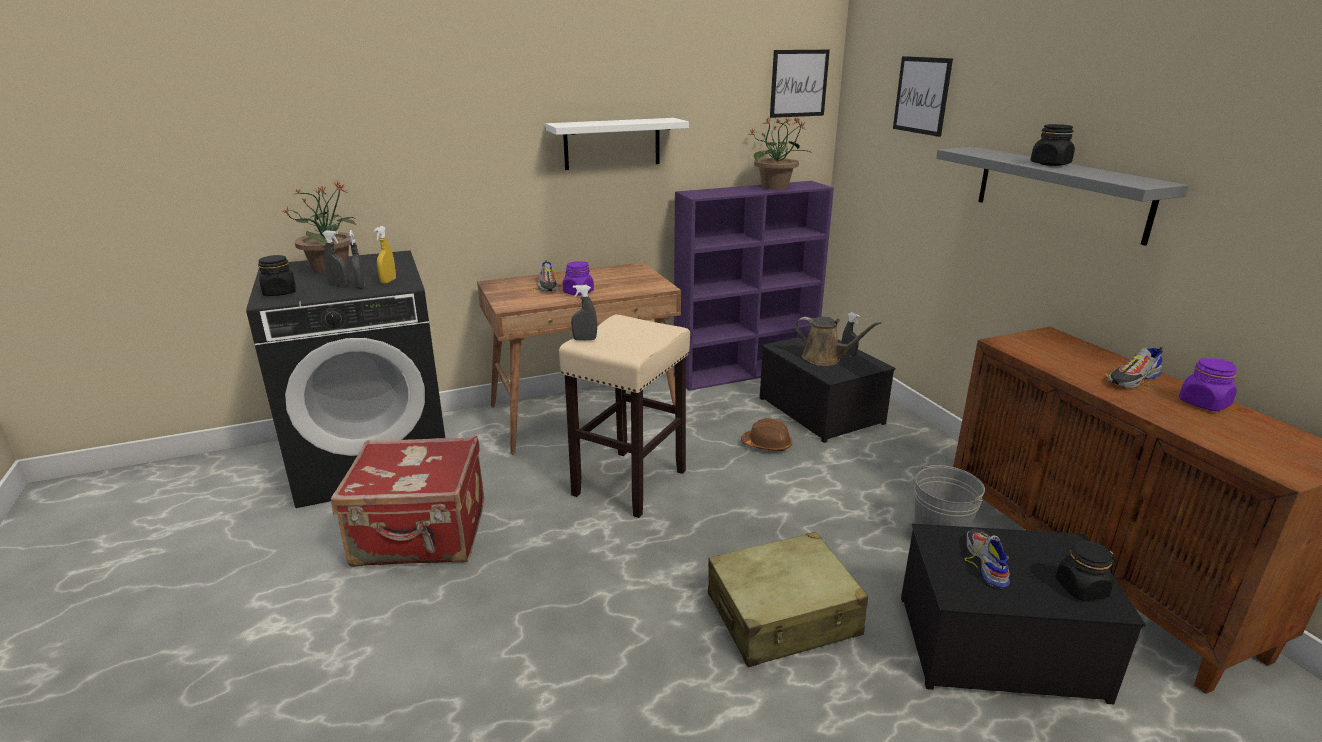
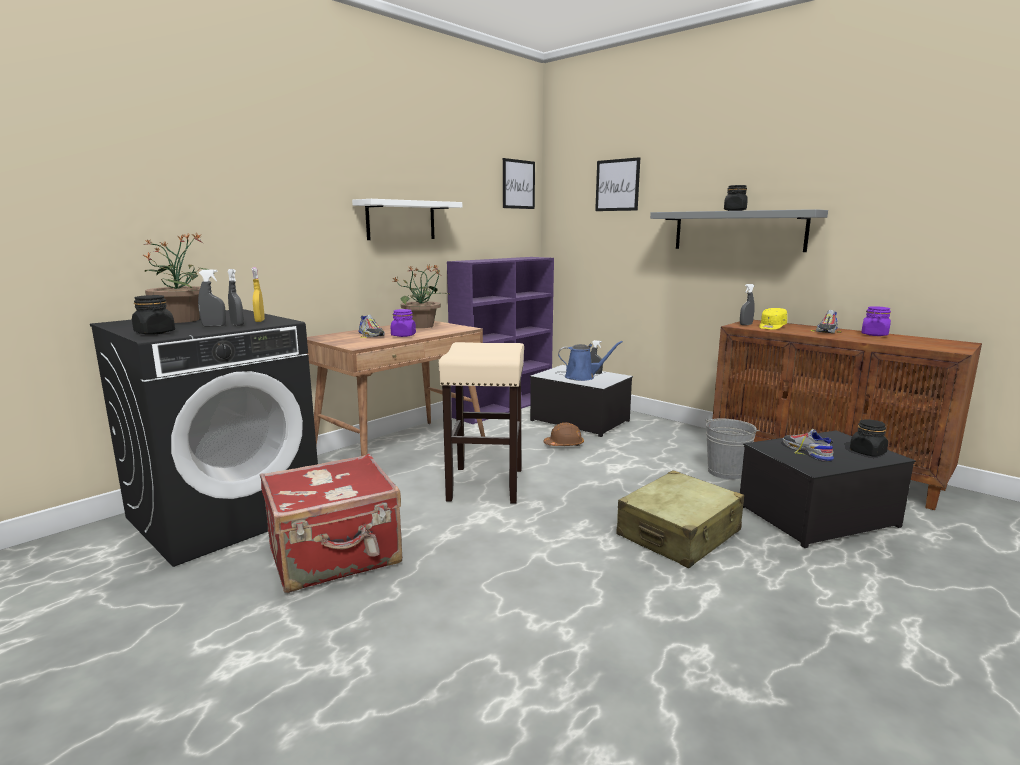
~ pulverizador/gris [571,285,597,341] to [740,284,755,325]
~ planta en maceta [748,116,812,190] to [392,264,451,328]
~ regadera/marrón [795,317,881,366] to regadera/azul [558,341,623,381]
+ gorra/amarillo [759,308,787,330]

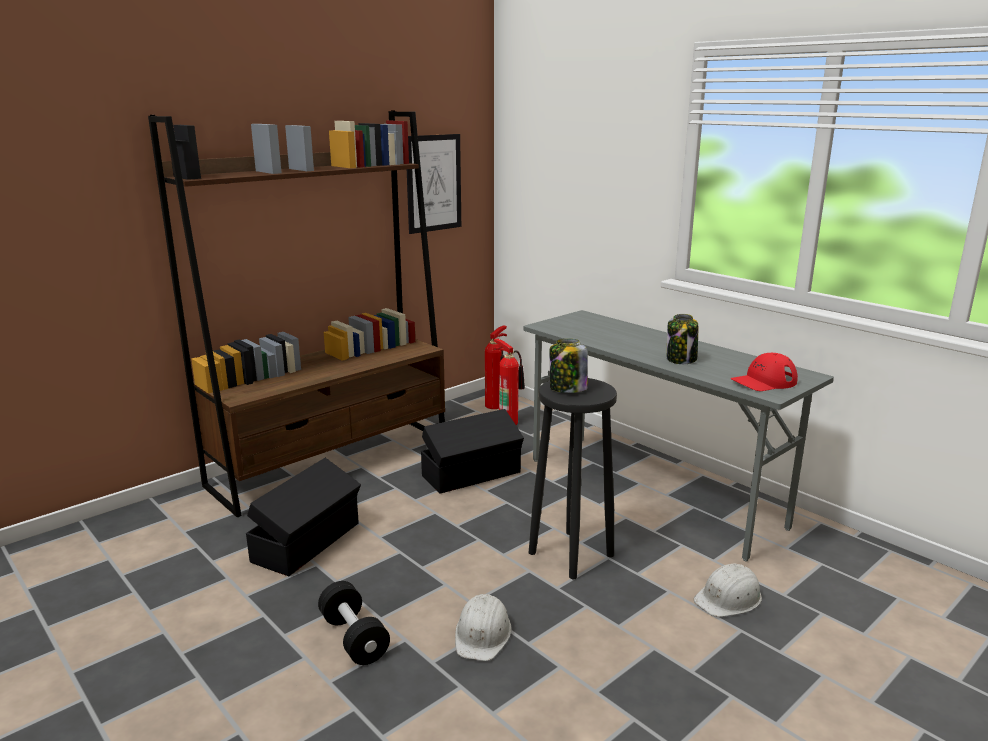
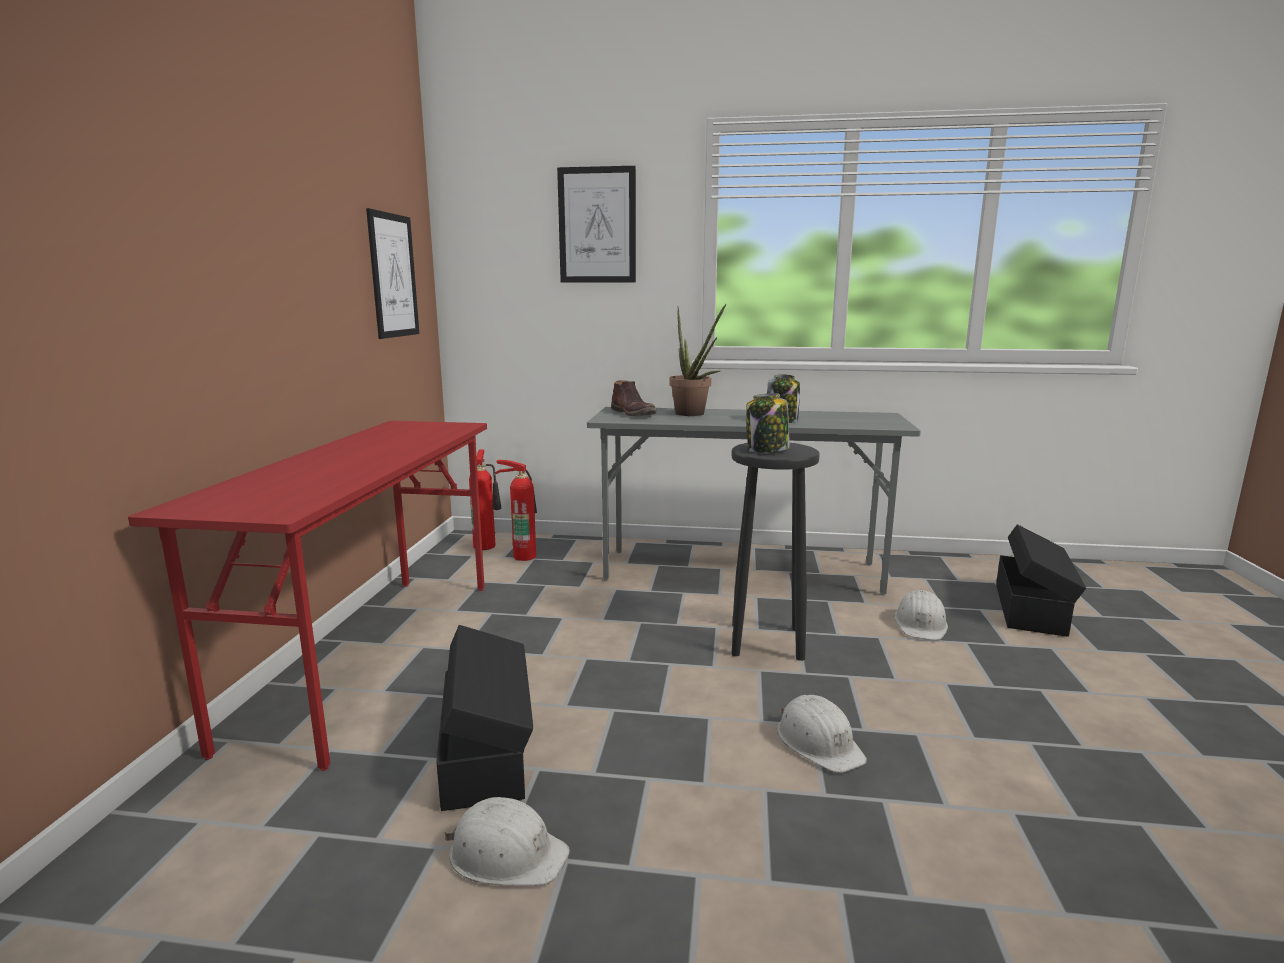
~ estantería/marrón [148,111,445,518] to escritorio/rojo [128,421,487,771]
- mancuerna/negro [318,581,390,665]
~ caja de almacenaje/negro [421,409,524,494] to [996,524,1086,637]
- gorra/rojo [730,353,798,391]
+ casco/blanco [444,797,570,886]
+ cuadro [557,166,636,283]
+ bota/marrón [611,380,656,416]
+ planta en maceta [670,304,726,416]

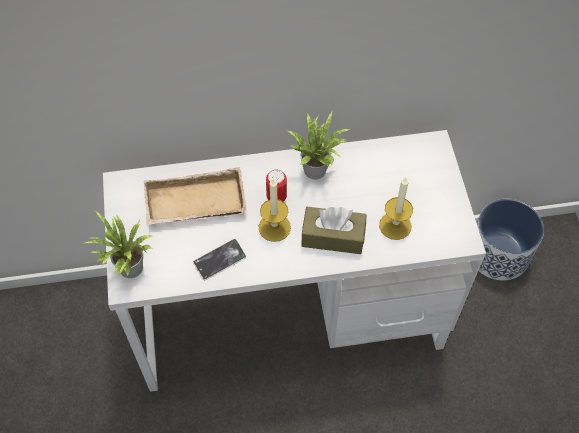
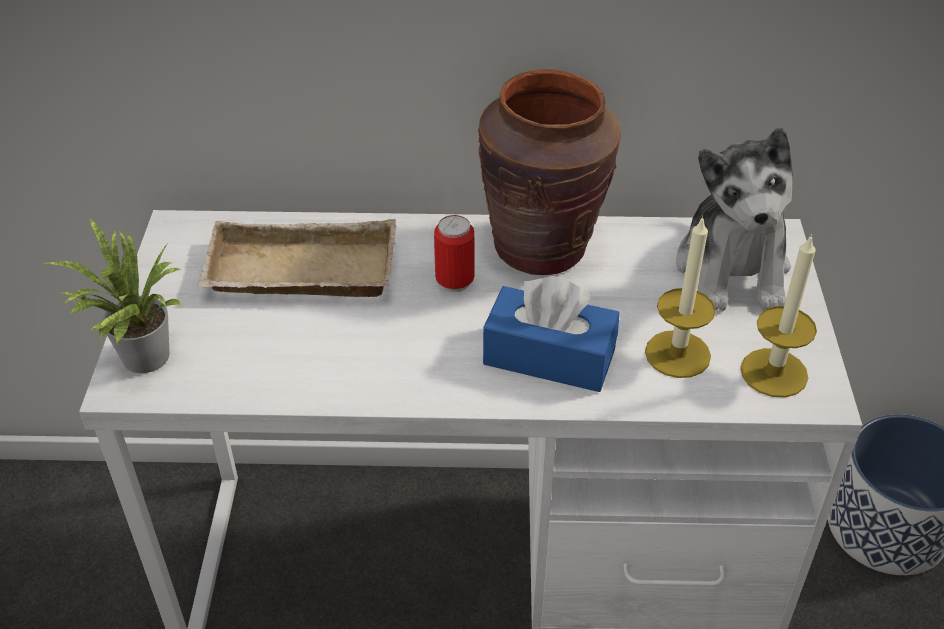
- móvil [193,238,246,280]
~ vela [258,179,291,242] to [741,234,817,397]
~ planta en maceta [287,112,350,180] to florero/marrón [478,69,621,275]
~ caja de pañuelos/marrón [301,207,367,254] to caja de pañuelos/azul [483,276,620,392]
+ peluche [676,128,793,311]

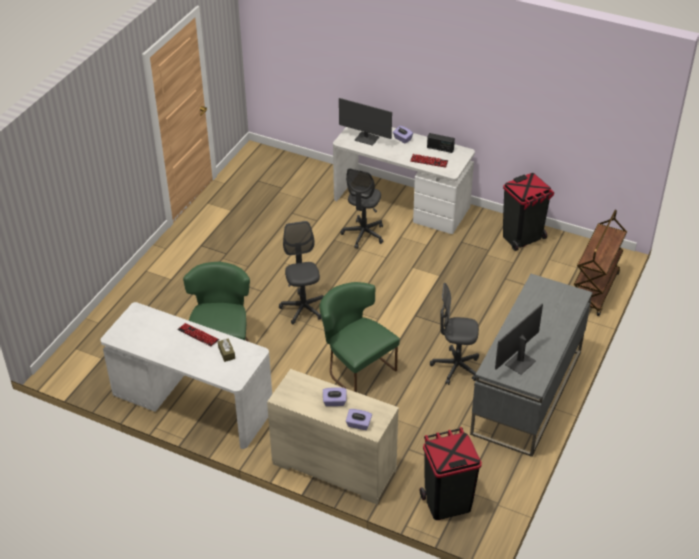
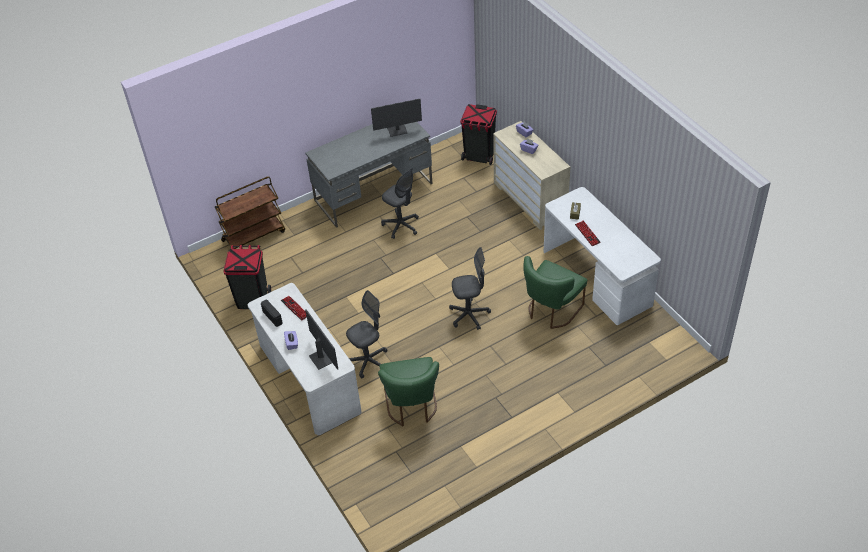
~ silla de oficina/gris [279,221,324,324] = [449,247,491,330] 120 degrees counterclockwise
~ silla/verde [319,282,400,392] to [378,357,439,426]

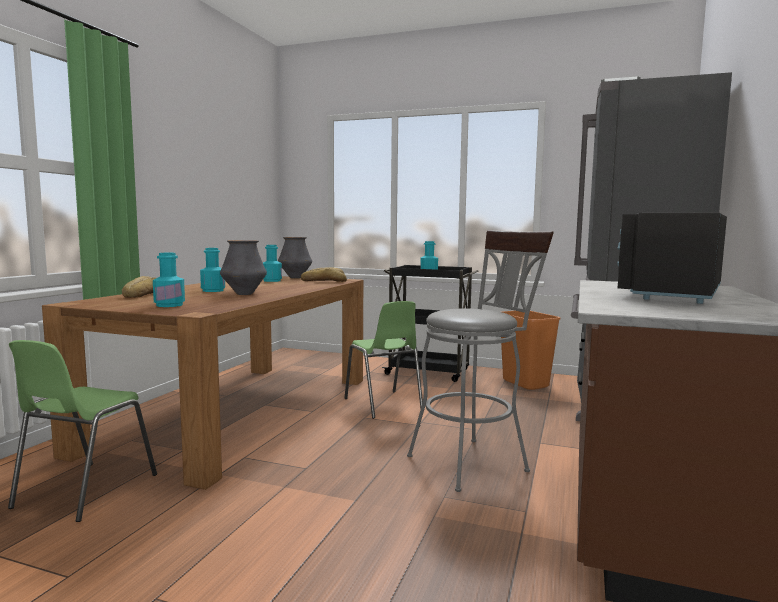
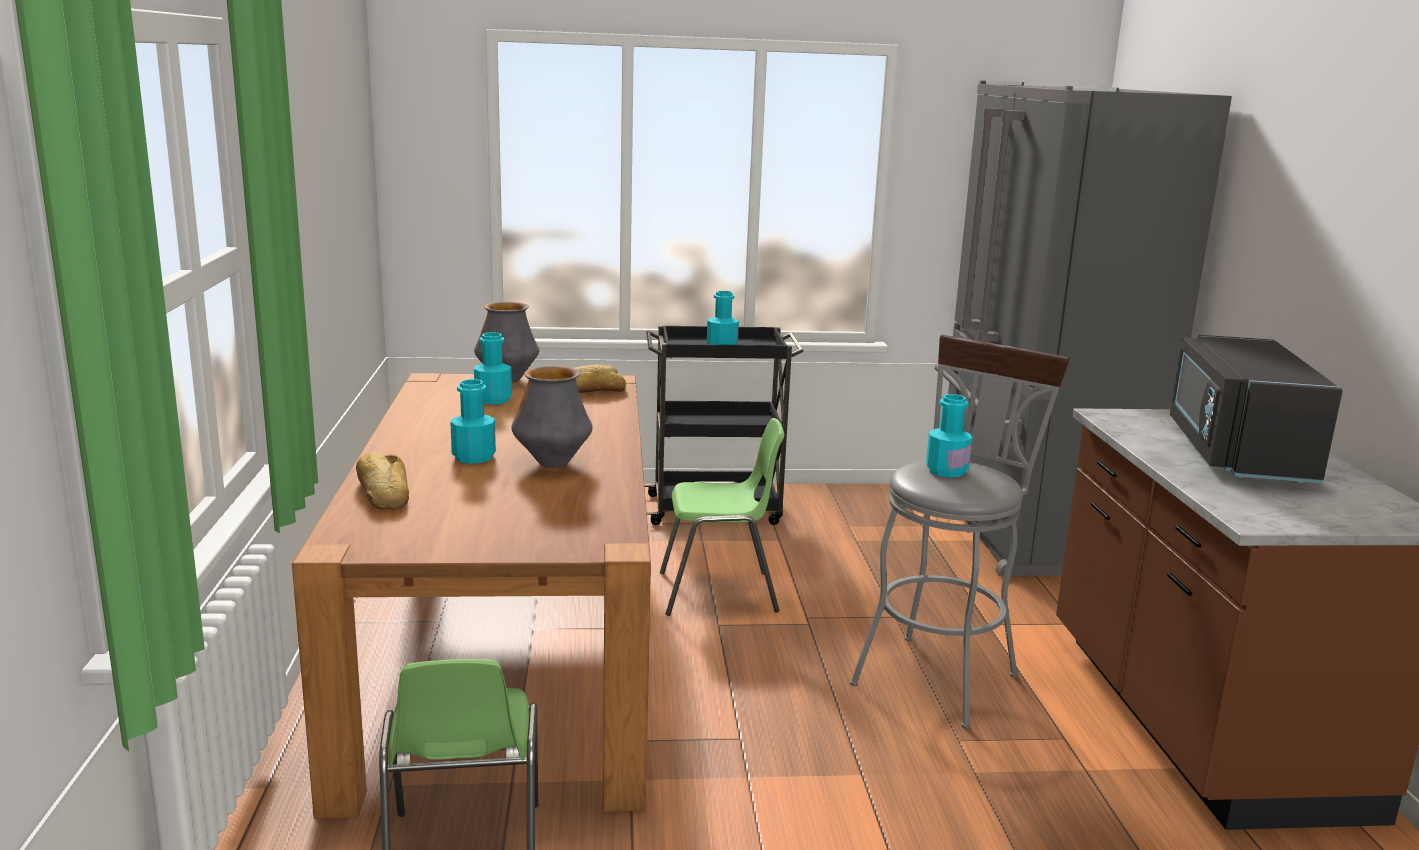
~ botella/turquesa [153,253,185,307] to [926,394,972,478]
~ silla/verde [344,301,423,419] = [660,418,784,616] 45 degrees counterclockwise
- papelera/naranja [501,311,560,390]

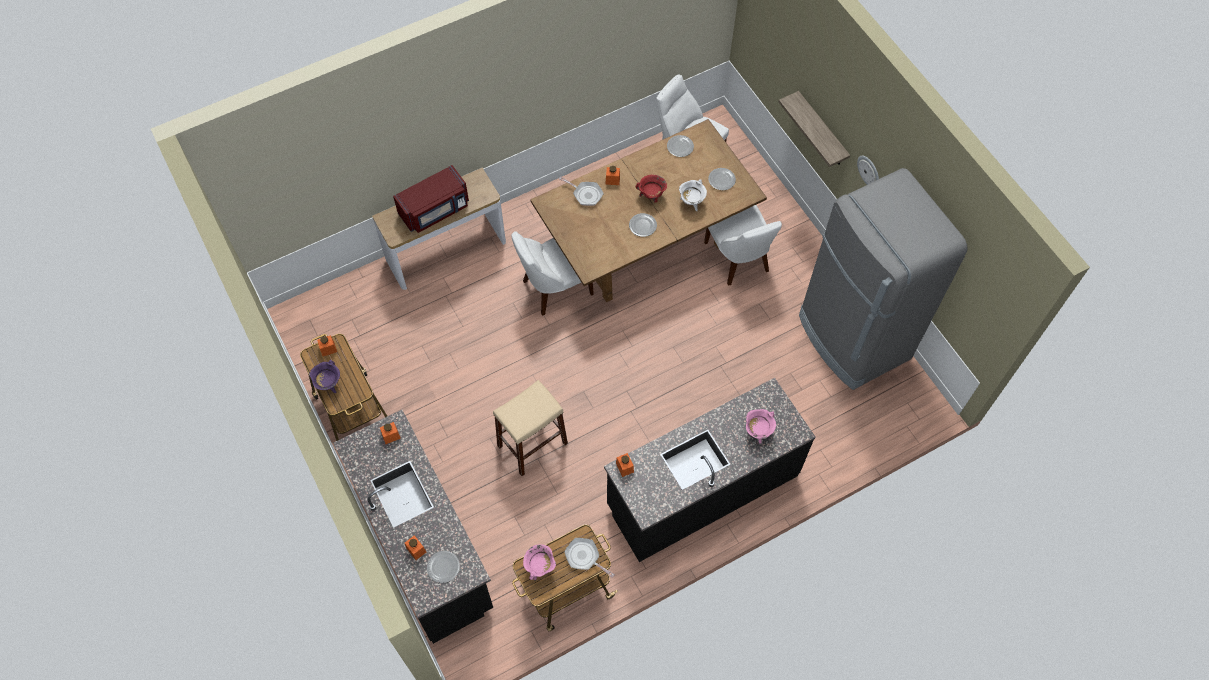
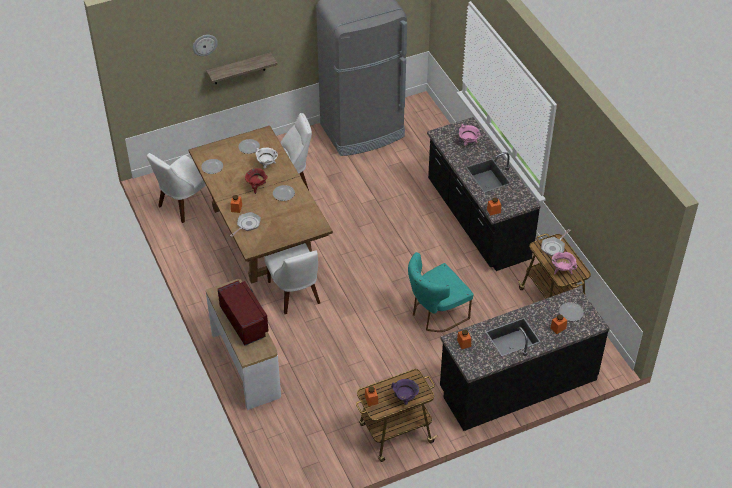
~ taburete/beis [493,380,568,476] to silla/turquesa [408,252,473,332]
~ reloj de pared [857,156,879,185] to [193,35,218,56]

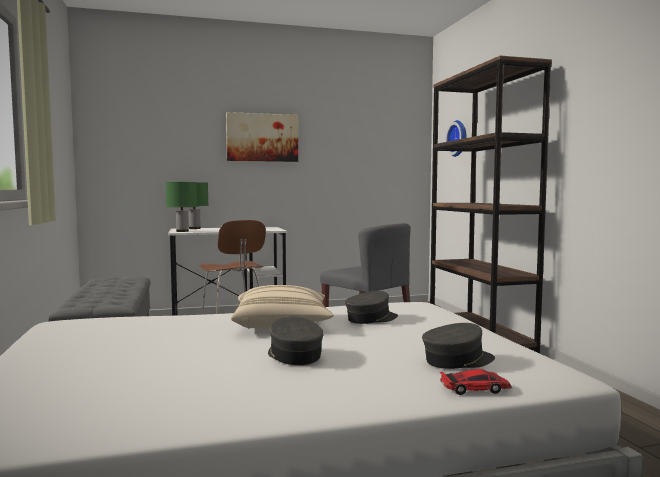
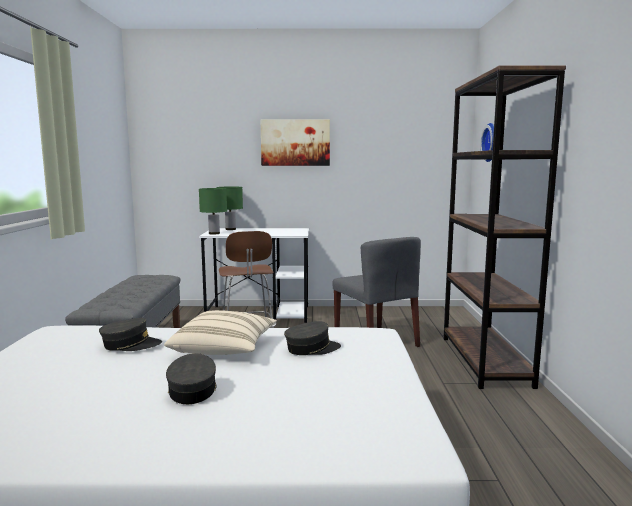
~ gorra/gris [422,323,495,369] to [99,318,162,351]
- coche de juguete [440,369,512,395]

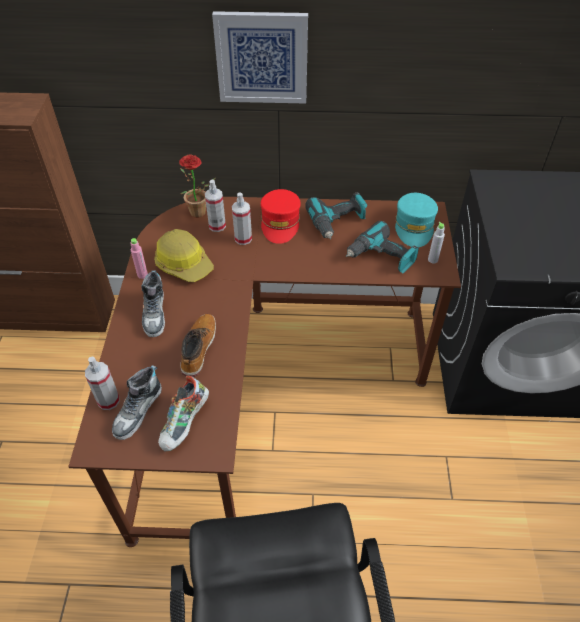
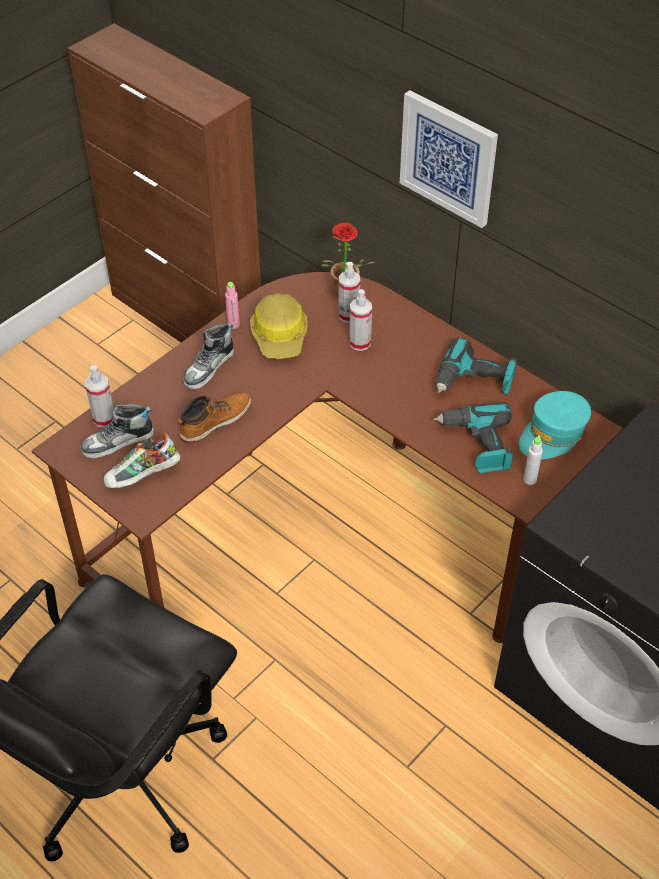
- gorra/rojo [261,189,301,244]

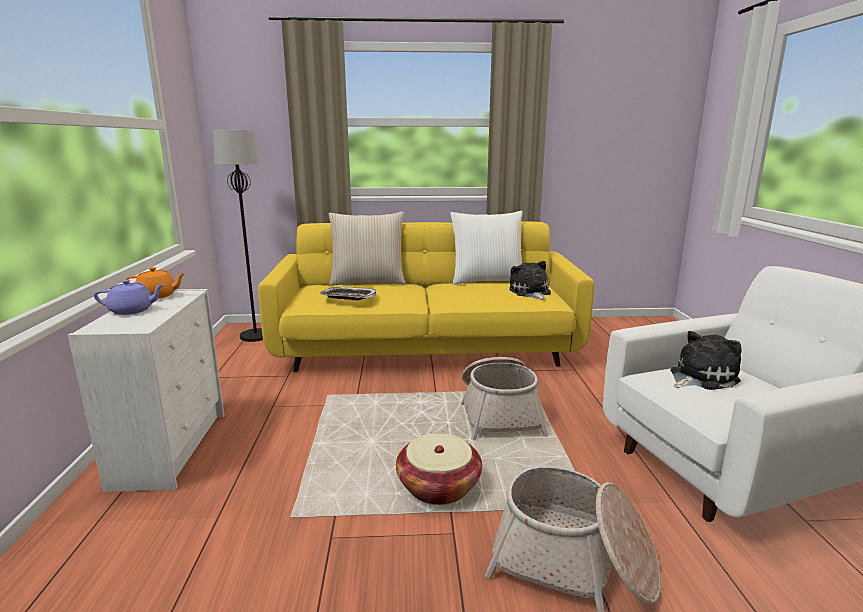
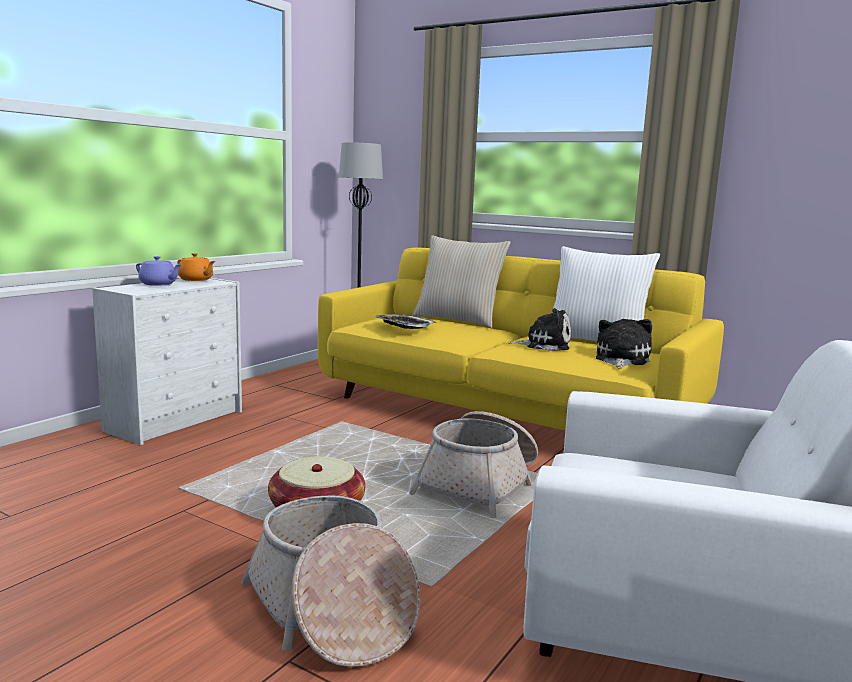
~ peluche [670,331,742,390] to [508,308,571,351]

